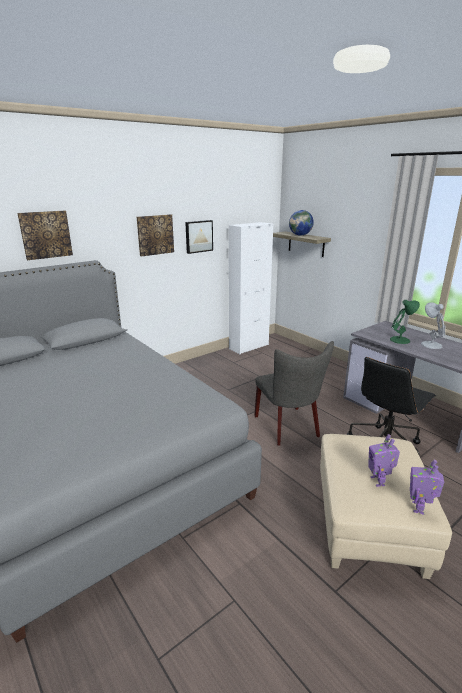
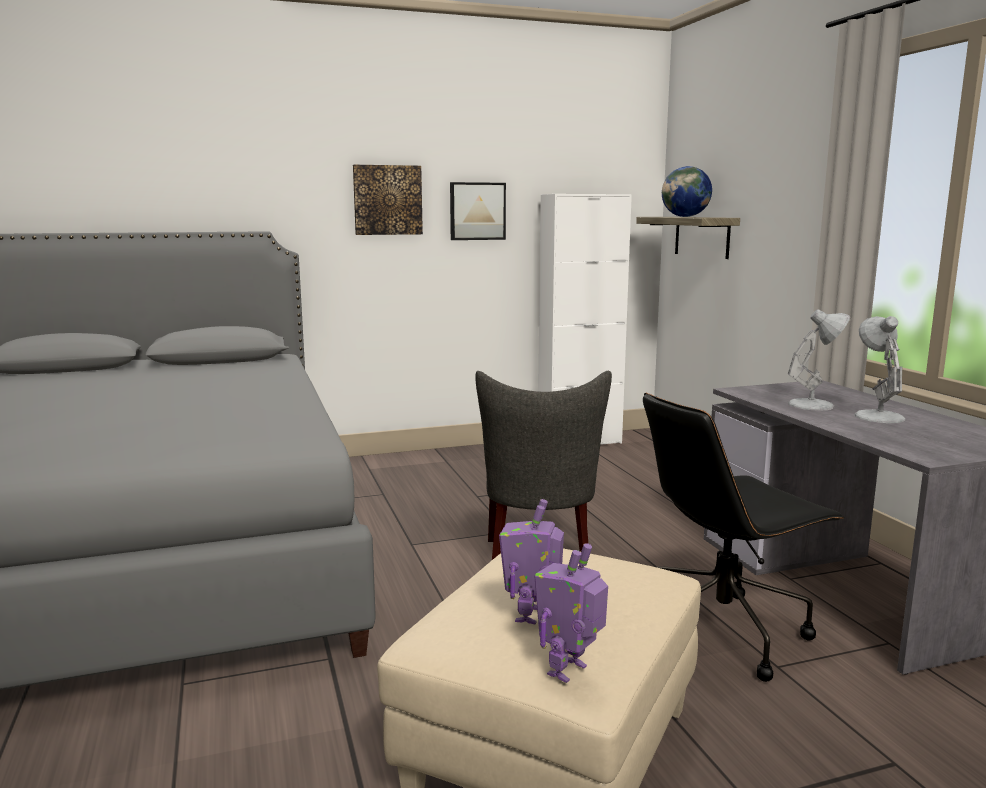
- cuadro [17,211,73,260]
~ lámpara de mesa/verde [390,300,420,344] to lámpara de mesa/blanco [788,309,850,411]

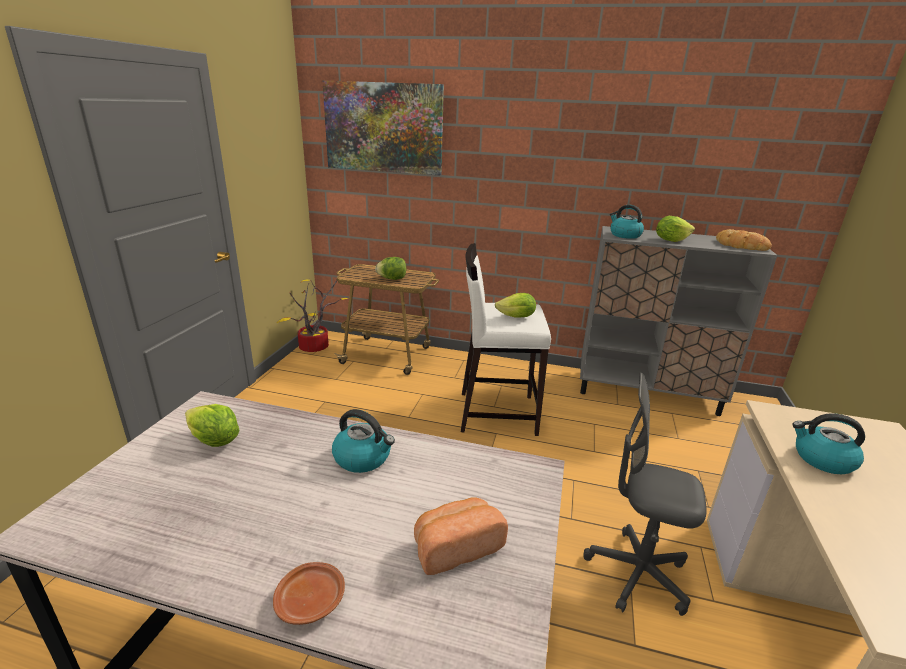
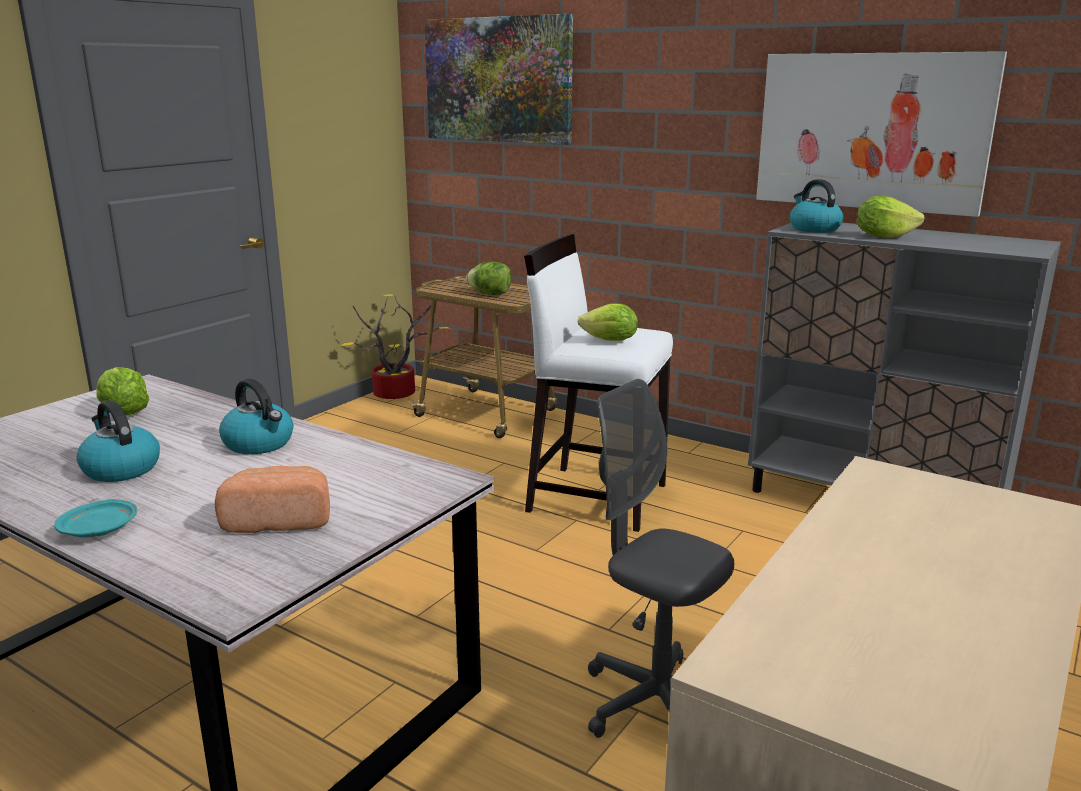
~ plato/marrón [273,562,345,625] to plato/turquesa [54,499,137,537]
- pan [716,229,772,251]
~ hervidor [792,413,865,474] to [76,400,160,482]
+ cuadro [756,51,1007,217]

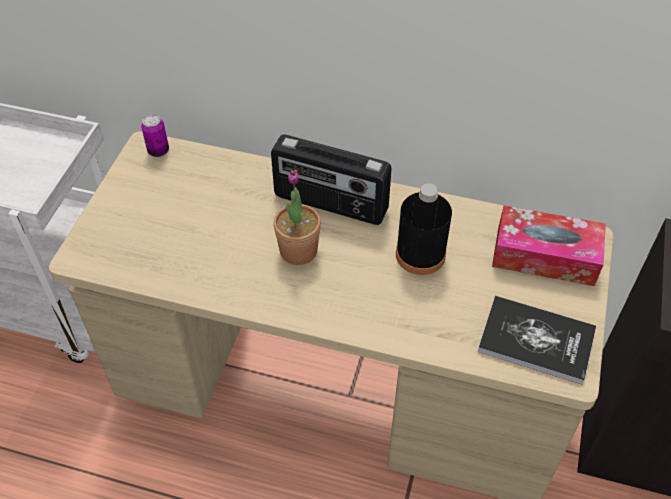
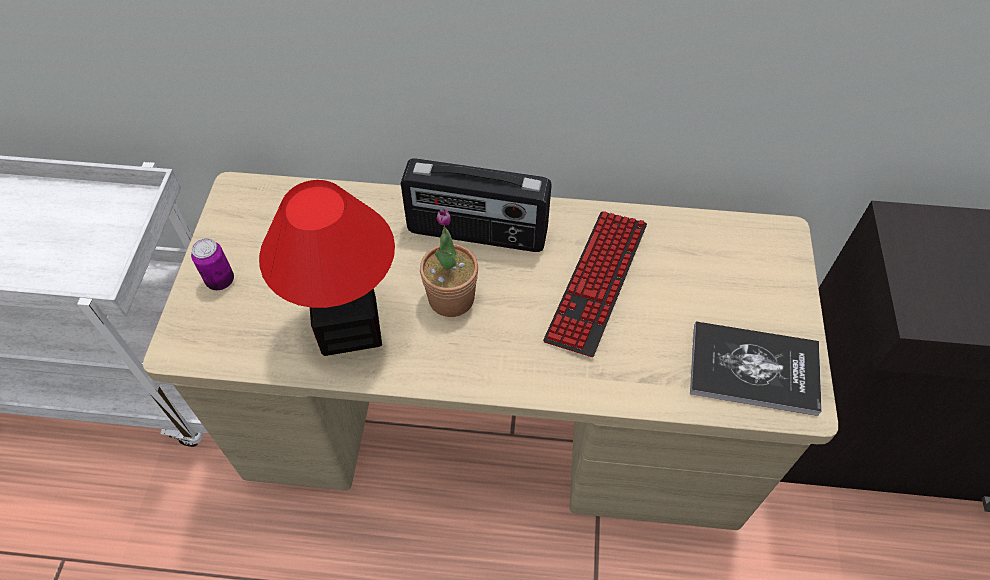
~ lata [141,114,169,157] to [191,238,234,290]
~ botella/negro [396,183,452,275] to teclado [543,211,647,357]
- caja de pañuelos [492,205,606,286]
+ lámpara de mesa [259,180,395,356]

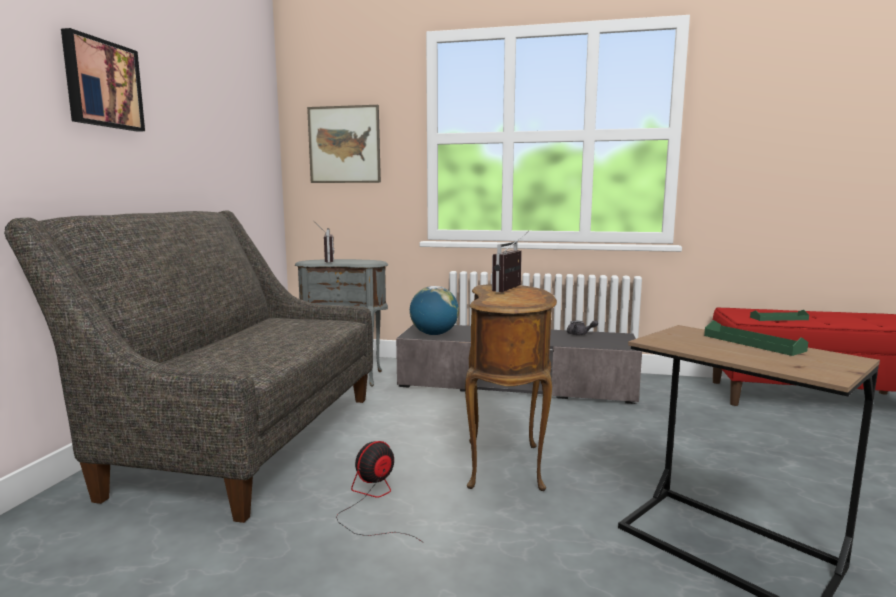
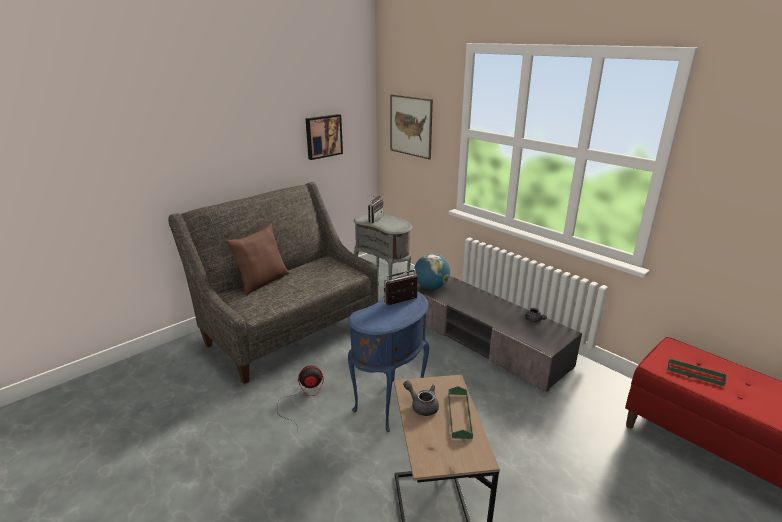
~ cuadro [61,28,145,132] to [305,114,343,160]
~ mesa auxiliar/marrón [465,284,557,491] to mesa auxiliar/azul [348,292,429,432]
+ cojín/marrón [226,223,289,295]
+ tetera/gris [403,380,439,416]

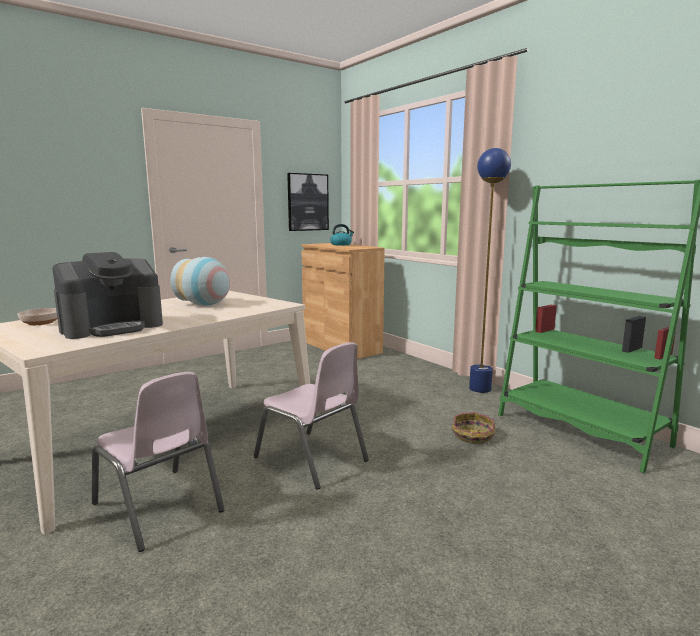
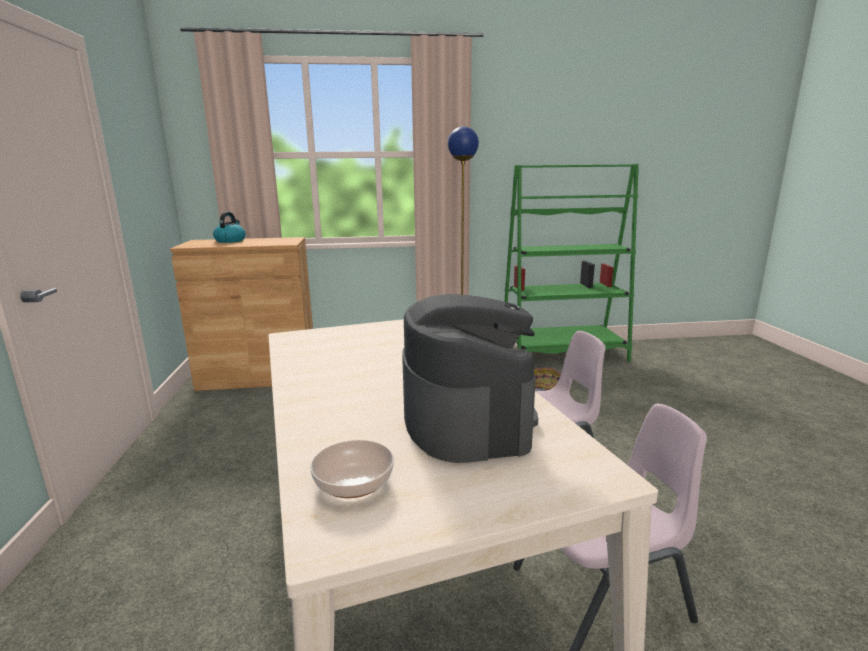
- florero [170,257,230,306]
- cuadro [287,173,329,231]

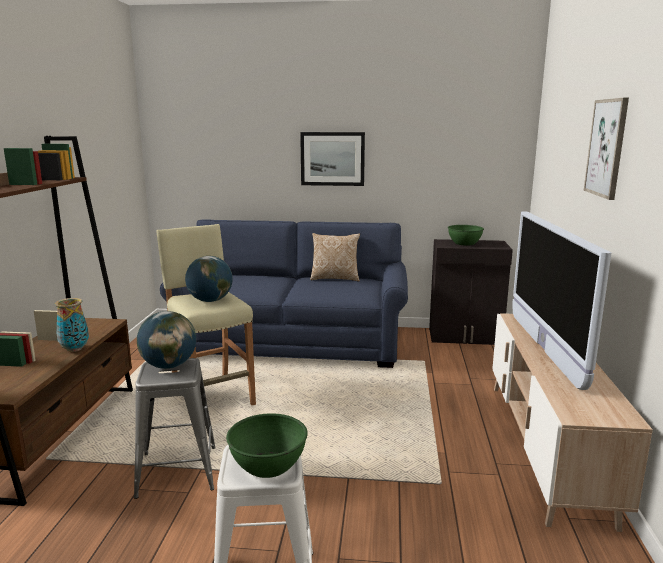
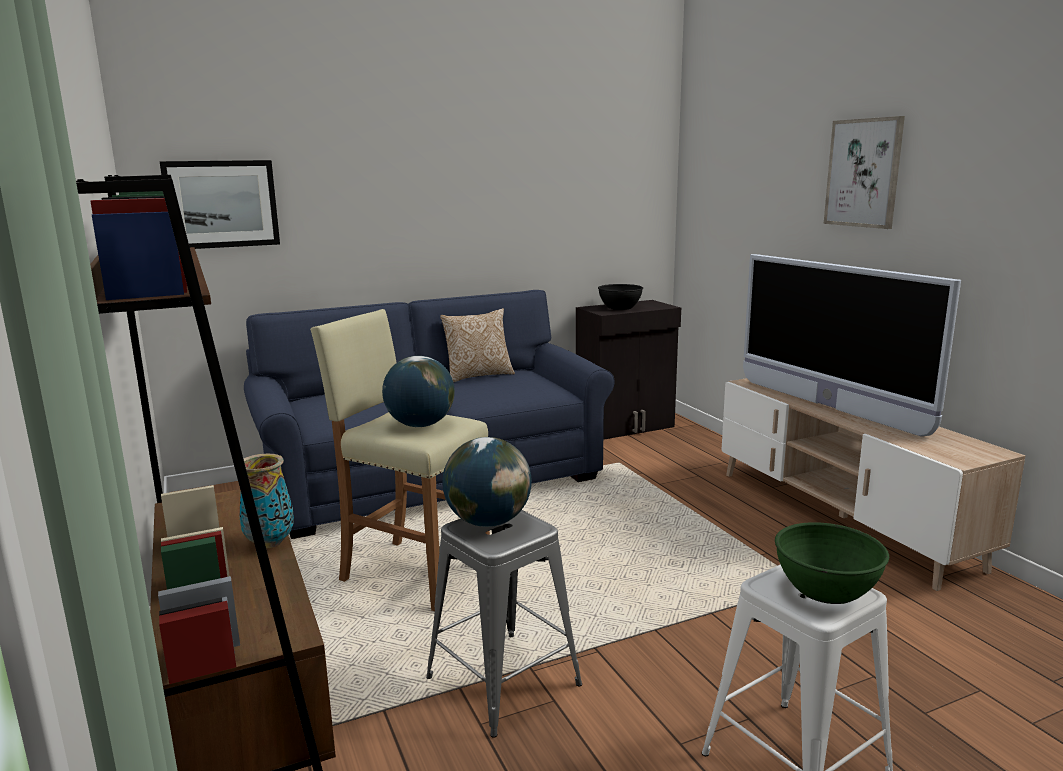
~ cuadro [300,132,365,186] to [159,160,280,249]
~ cuenco/verde [448,225,484,246] to cuenco/negro [598,284,643,310]

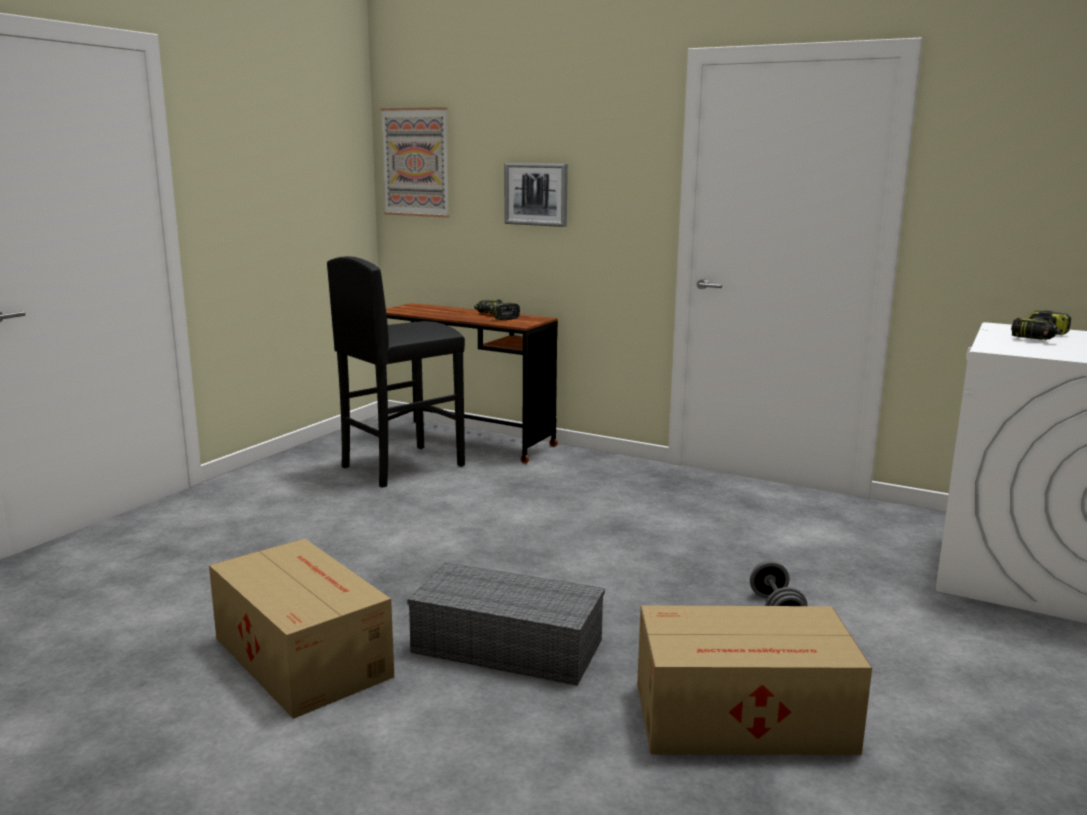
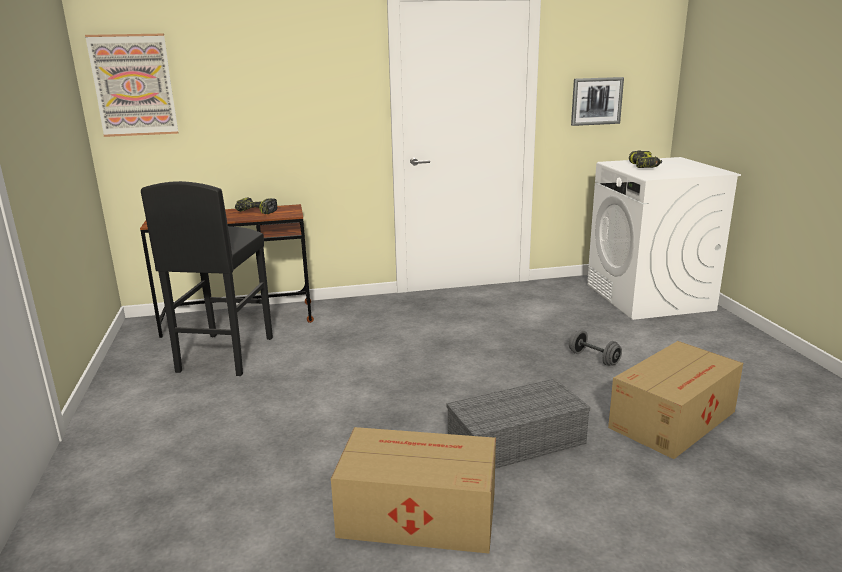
~ cuadro [504,163,568,227] to [571,77,624,126]

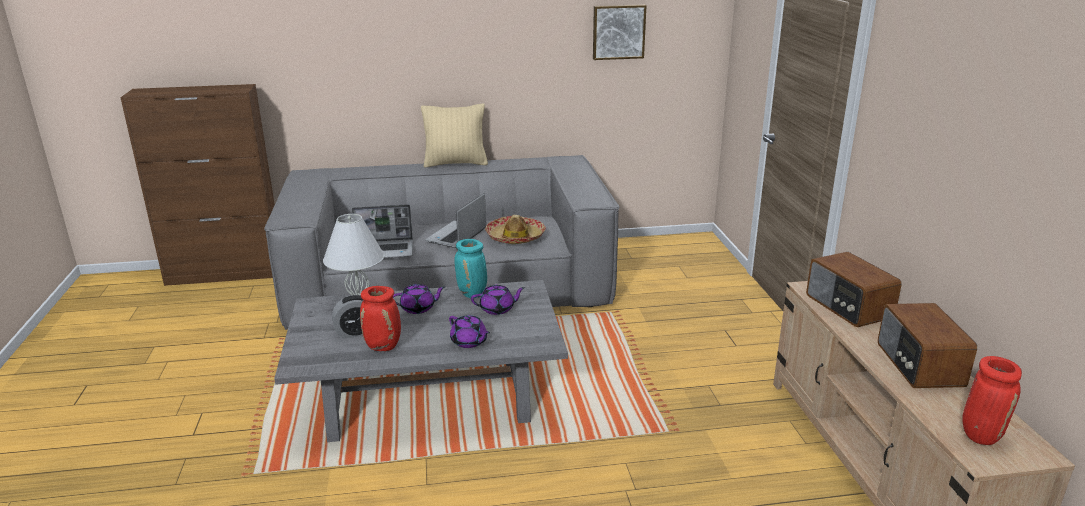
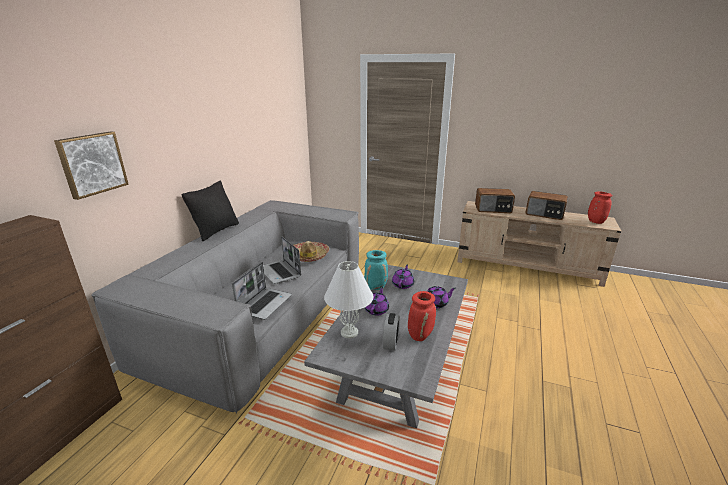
~ cojín/beis [421,103,488,167] to cojín/negro [182,181,239,241]
~ cuadro [593,5,647,60] to [54,131,129,200]

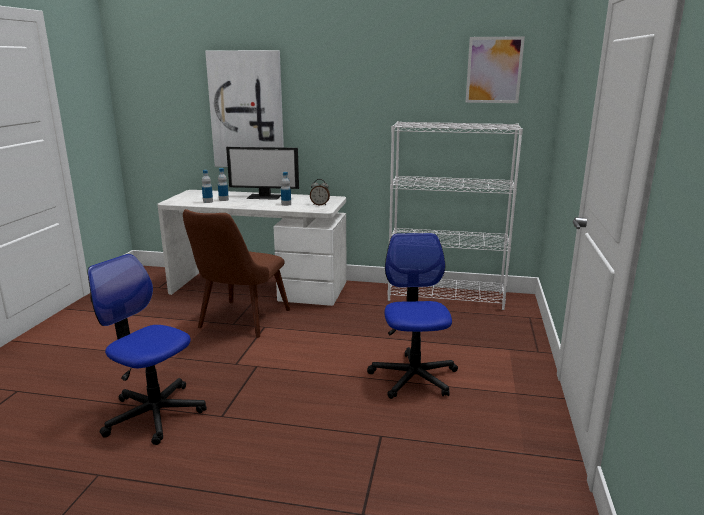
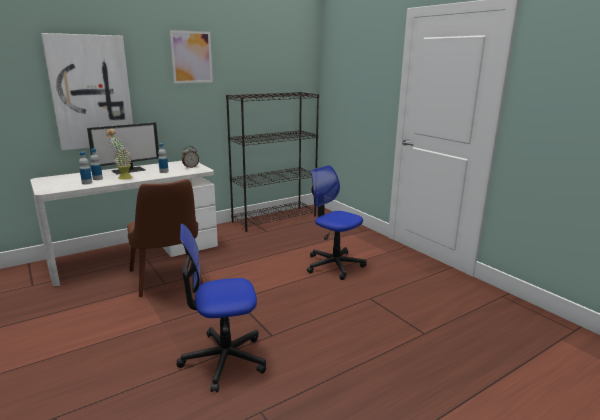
~ estantería/blanco [388,121,523,310] to estantería/negro [226,92,319,232]
~ cuadro [465,36,525,103] to [170,30,213,83]
+ planta en maceta [106,129,132,180]

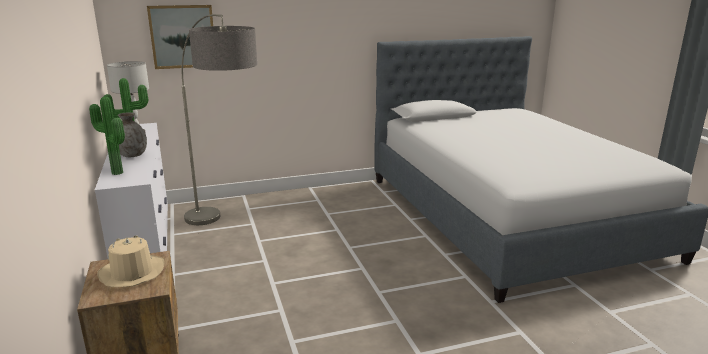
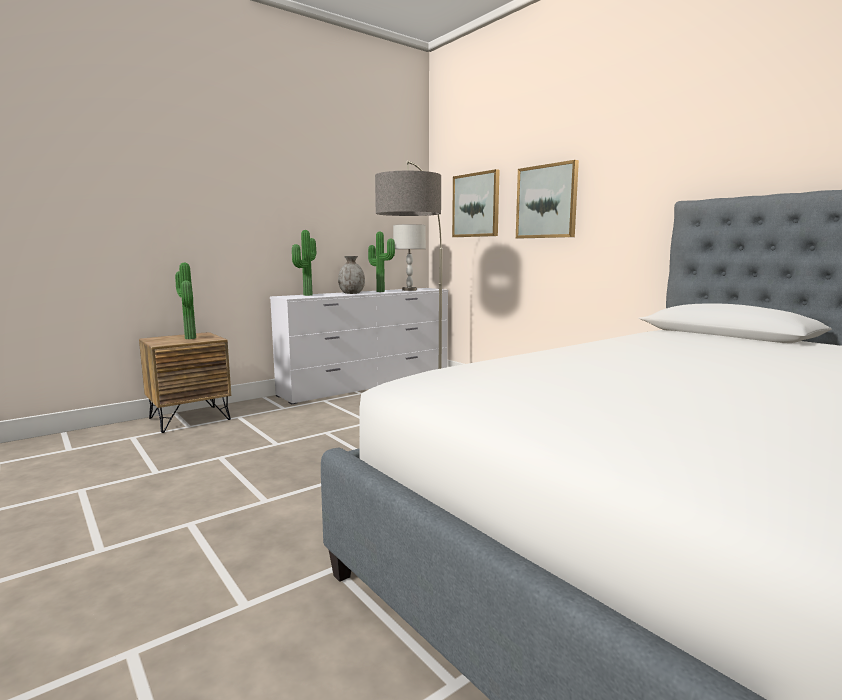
~ sombrero/beis [97,235,165,287] to planta en maceta [175,263,196,339]
+ cuadro [516,160,579,238]

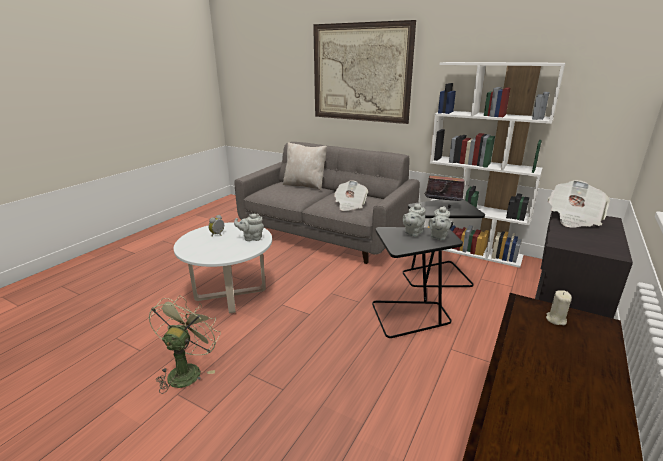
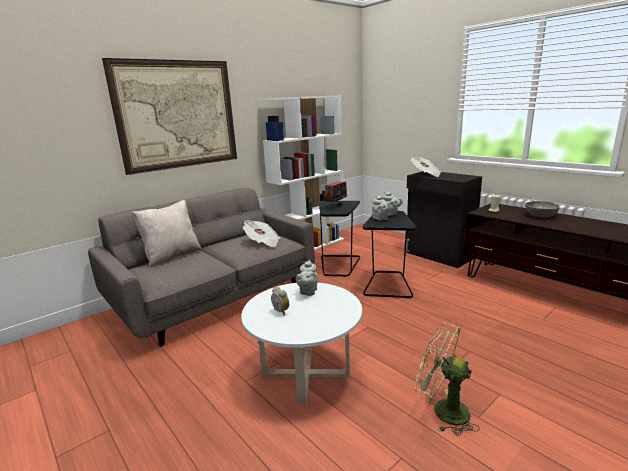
+ cuenco/gris [525,201,559,217]

